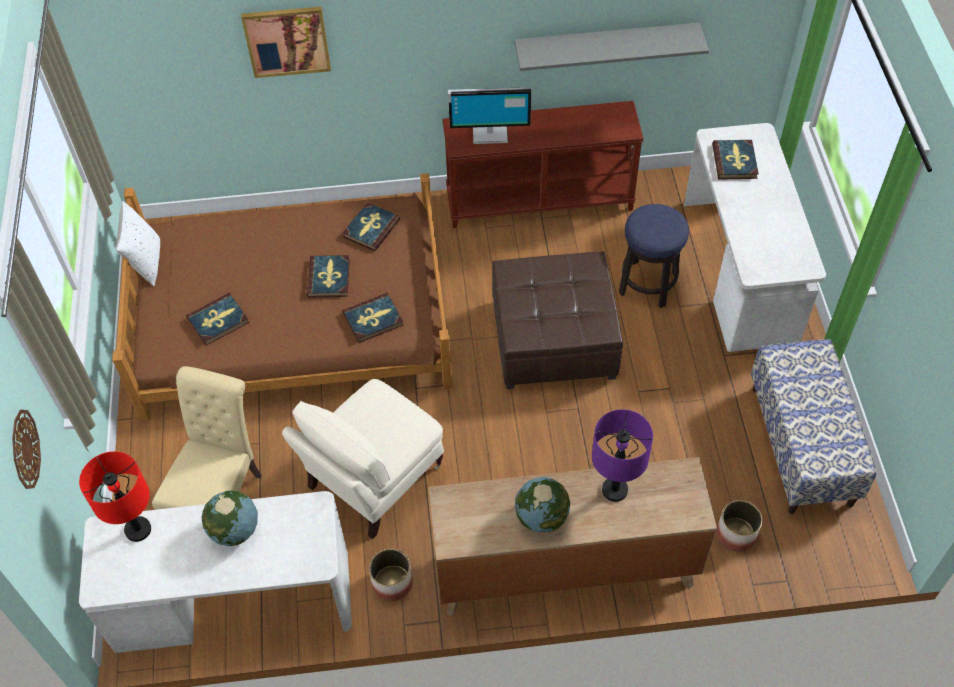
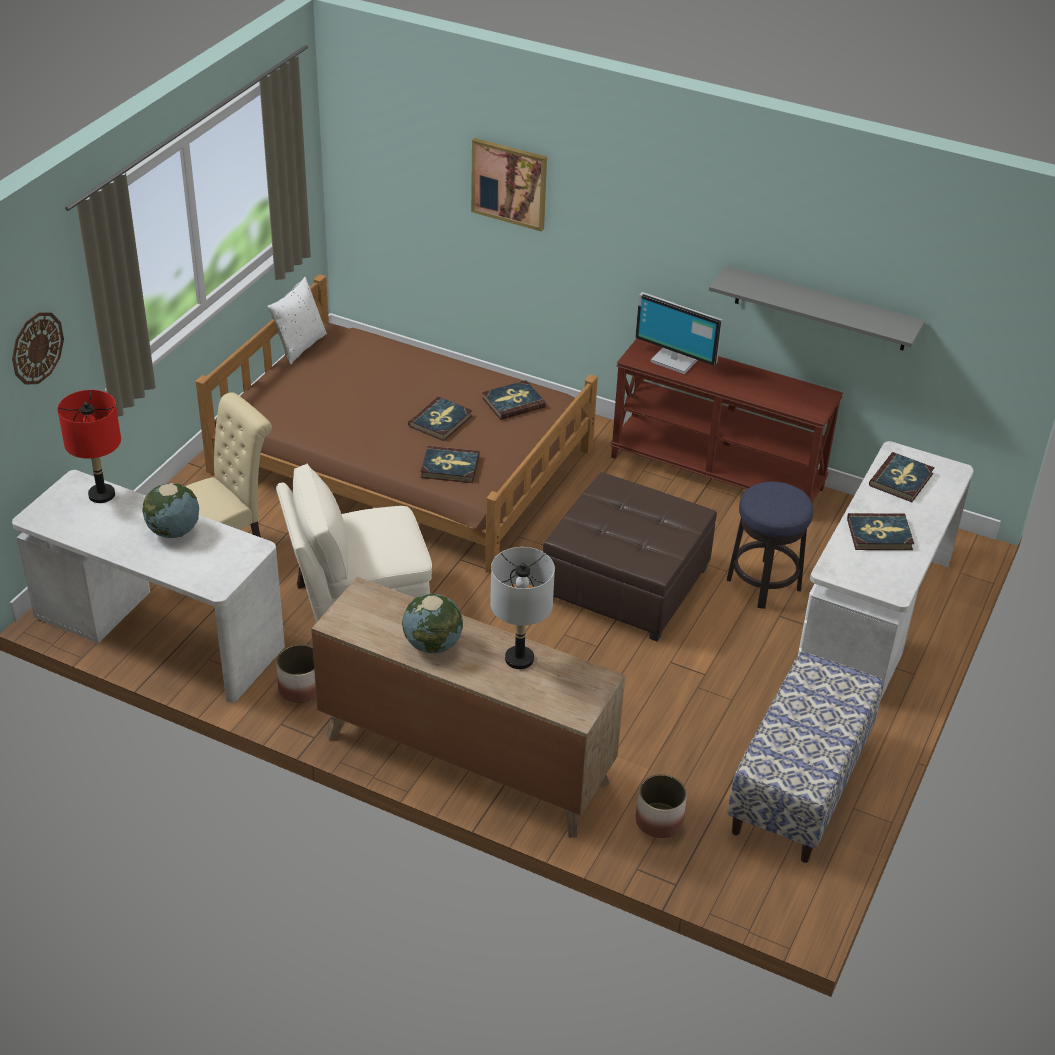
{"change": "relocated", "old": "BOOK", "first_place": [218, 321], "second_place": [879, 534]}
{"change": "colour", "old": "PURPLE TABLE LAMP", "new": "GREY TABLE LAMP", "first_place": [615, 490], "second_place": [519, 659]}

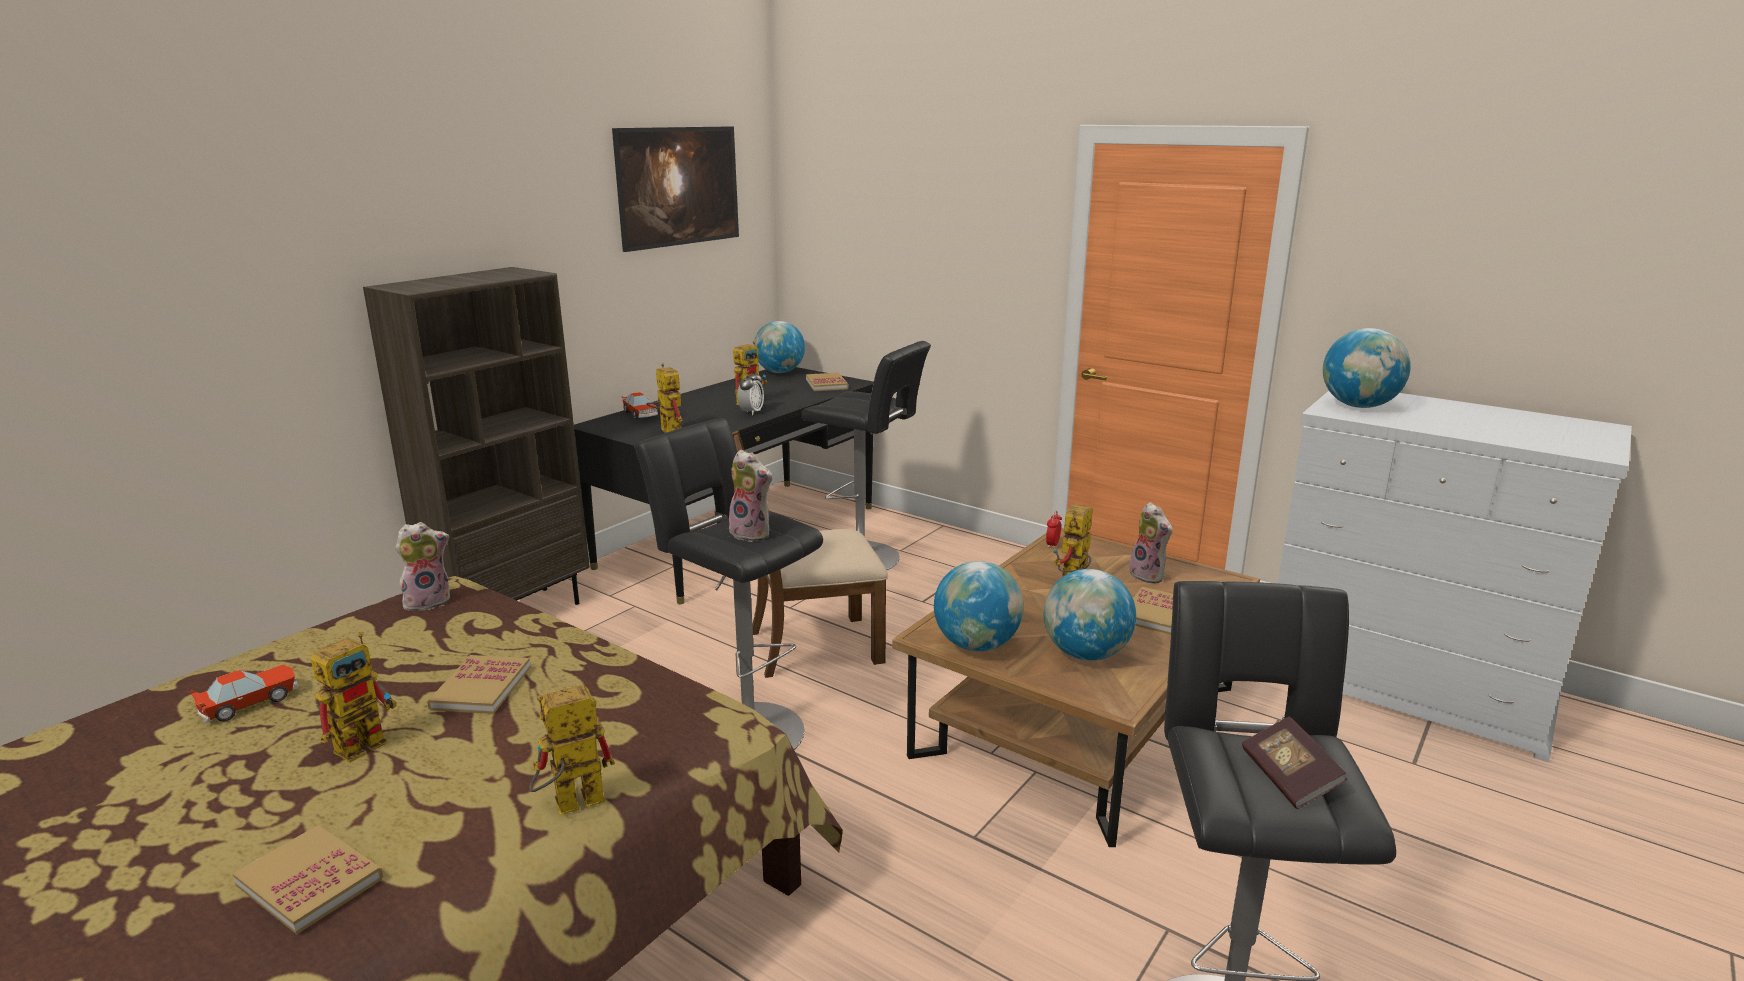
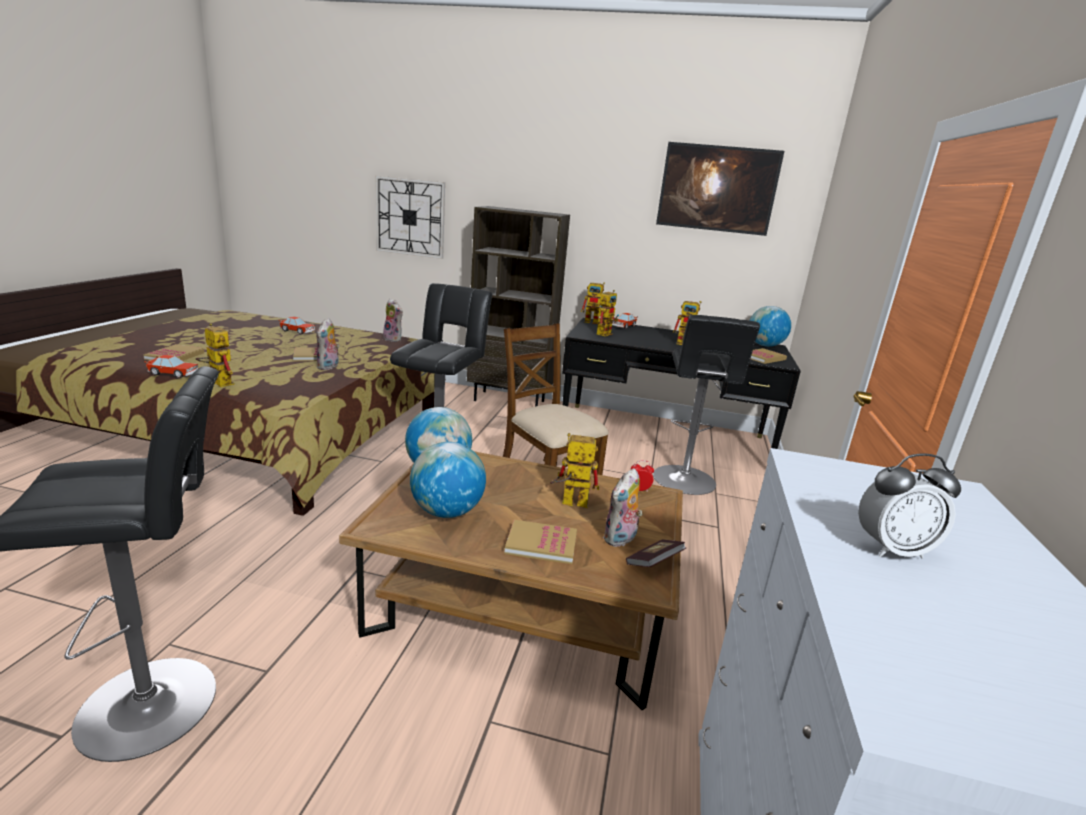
{"change": "missing", "old": "GLOBE", "first_place": [1359, 406]}
{"change": "appeared", "new": "TOY CAR", "second_place": [174, 374]}
{"change": "appeared", "new": "WALL CLOCK", "second_place": [410, 217]}
{"change": "relocated", "old": "TOY ROBOT", "first_place": [368, 740], "second_place": [595, 322]}
{"change": "relocated", "old": "PLUSH TOY", "first_place": [753, 533], "second_place": [328, 367]}
{"change": "relocated", "old": "ALARM CLOCK", "first_place": [751, 412], "second_place": [892, 550]}
{"change": "relocated", "old": "BOOK", "first_place": [1289, 778], "second_place": [654, 563]}

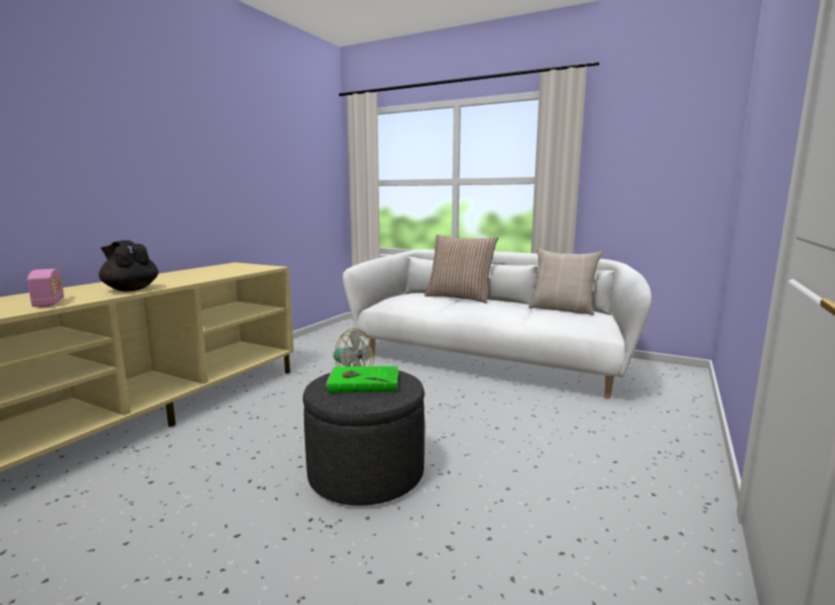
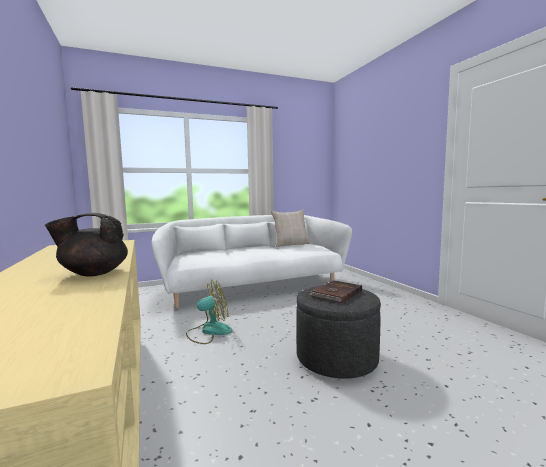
{"change": "missing", "old": "RADIO", "first_place": [49, 303]}
{"change": "missing", "old": "PILLOW", "first_place": [459, 297]}
{"change": "colour", "old": "GREEN BOOK", "new": "BROWN BOOK", "first_place": [363, 382], "second_place": [336, 293]}

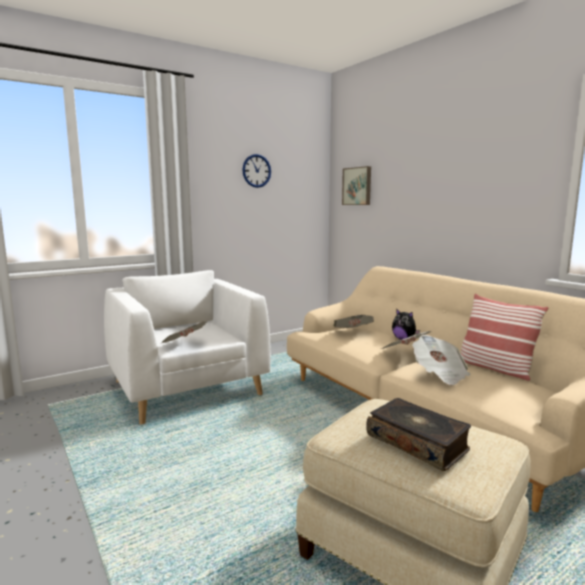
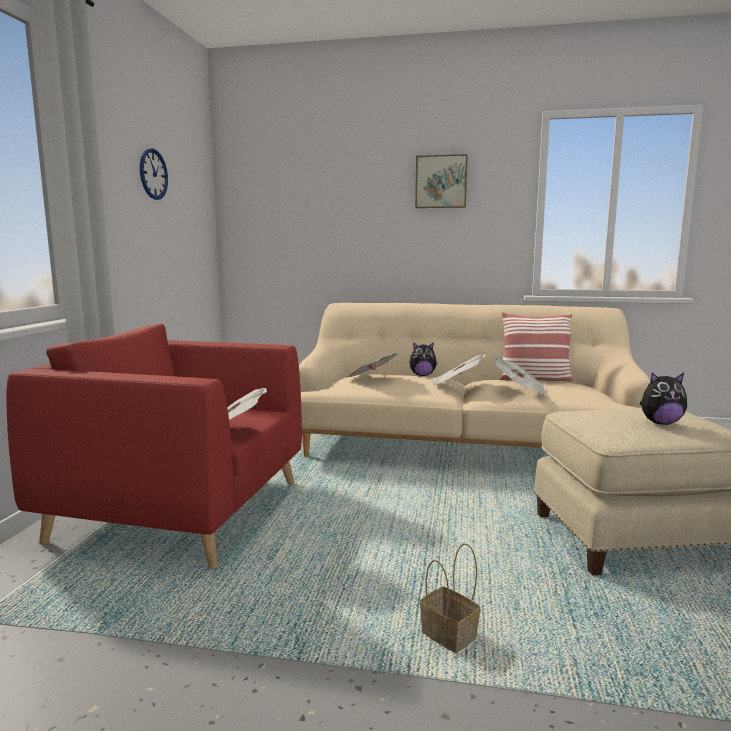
{"change": "appeared", "new": "BASKET", "second_place": [451, 636]}
{"change": "relocated", "old": "PICTURE", "first_place": [357, 186], "second_place": [441, 182]}
{"change": "exchanged", "old": "BOOK", "new": "PLUSH TOY", "first_place": [417, 442], "second_place": [660, 423]}
{"change": "colour", "old": "WHITE ARMCHAIR", "new": "RED ARMCHAIR", "first_place": [186, 387], "second_place": [180, 509]}

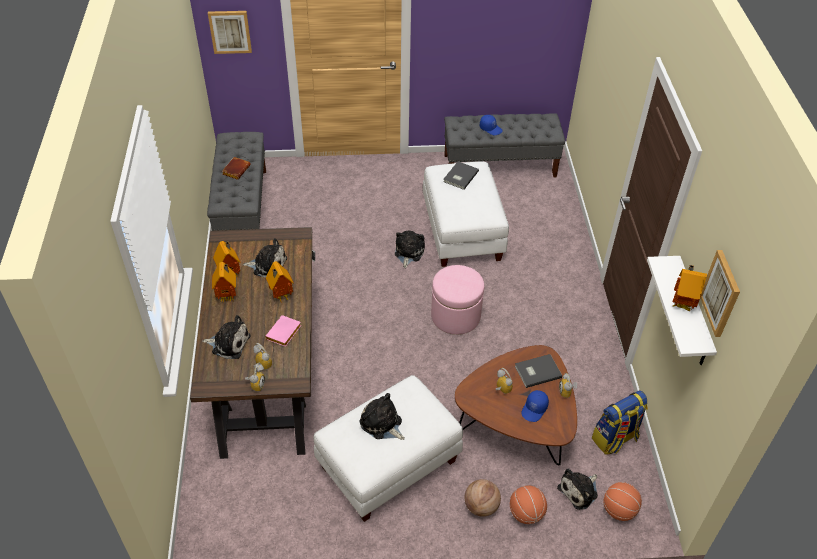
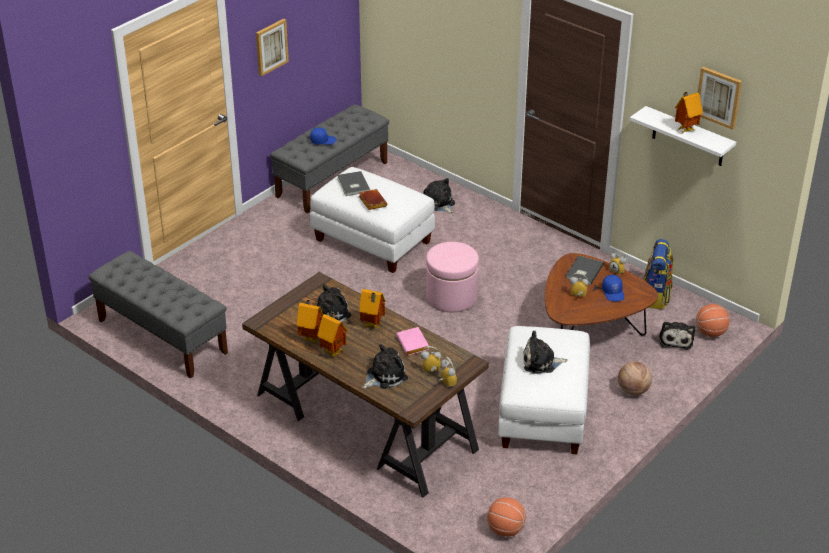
{"change": "relocated", "old": "PICTURE", "first_place": [230, 31], "second_place": [271, 46]}
{"change": "relocated", "old": "BROWN BOOK", "first_place": [236, 169], "second_place": [371, 202]}
{"change": "relocated", "old": "PLUSH TOY", "first_place": [408, 252], "second_place": [439, 203]}
{"change": "relocated", "old": "BASKETBALL", "first_place": [526, 513], "second_place": [505, 530]}

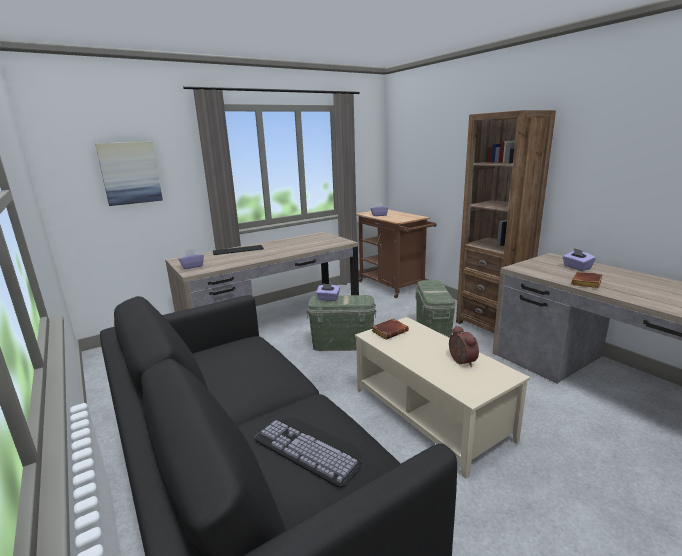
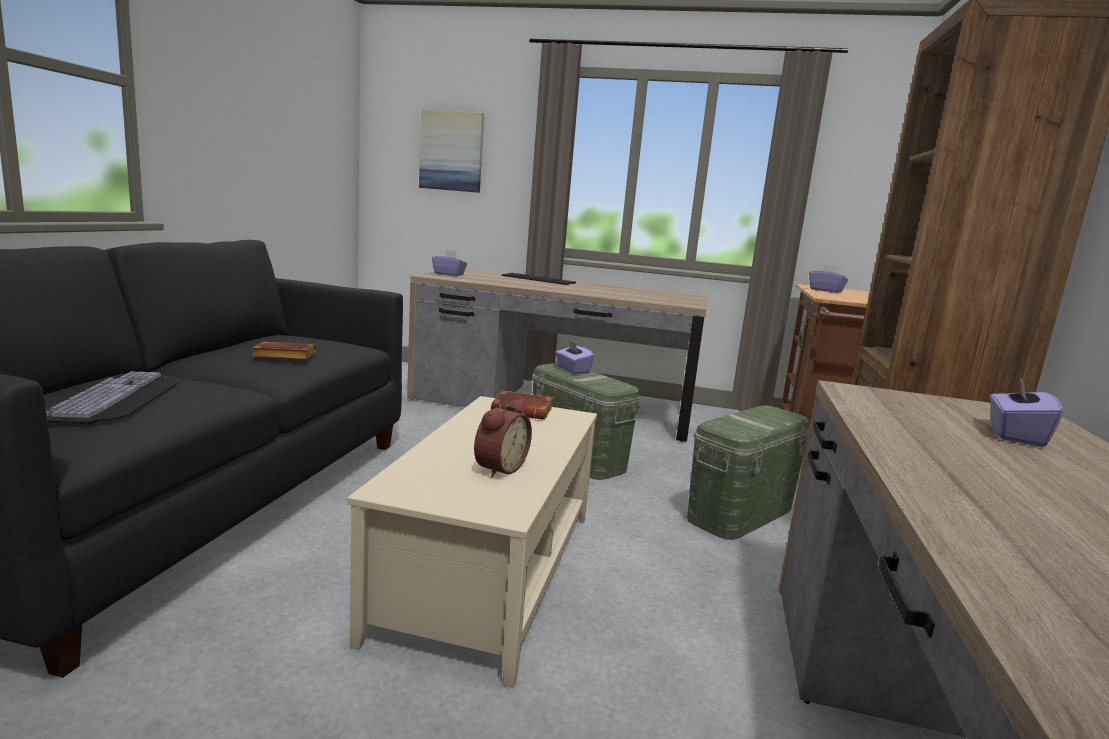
{"change": "relocated", "old": "BROWN BOOK", "first_place": [587, 283], "second_place": [282, 357]}

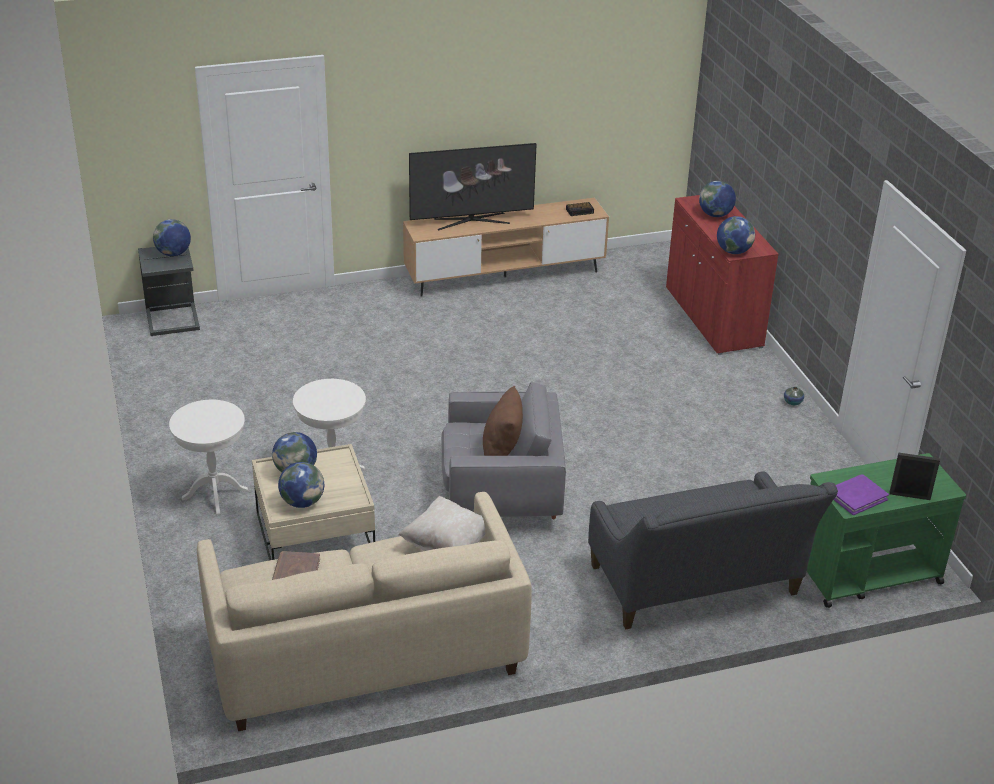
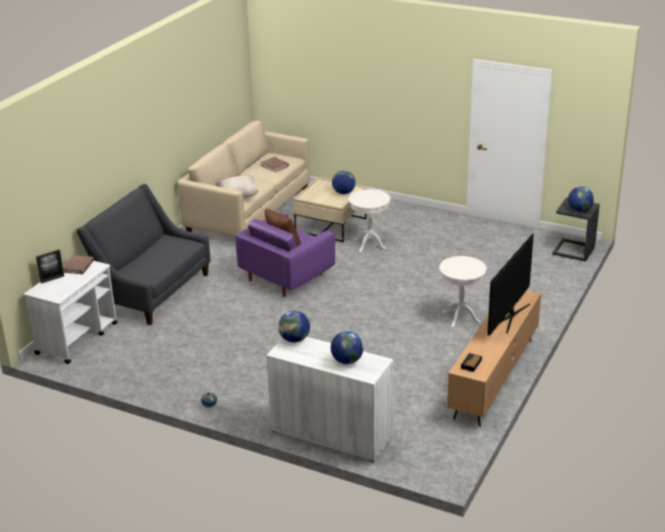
{"change": "missing", "old": "GLOBE", "first_place": [302, 502]}
{"change": "relocated", "old": "WHITE SIDE TABLE", "first_place": [215, 494], "second_place": [460, 317]}
{"change": "colour", "old": "GREY ARMCHAIR", "new": "PURPLE ARMCHAIR", "first_place": [501, 493], "second_place": [288, 276]}
{"change": "colour", "old": "RED CABINET", "new": "WHITE CABINET", "first_place": [713, 317], "second_place": [331, 433]}
{"change": "colour", "old": "GREEN CART", "new": "WHITE CART", "first_place": [867, 574], "second_place": [77, 338]}
{"change": "colour", "old": "PURPLE BOOK", "new": "BROWN BOOK", "first_place": [856, 496], "second_place": [78, 266]}

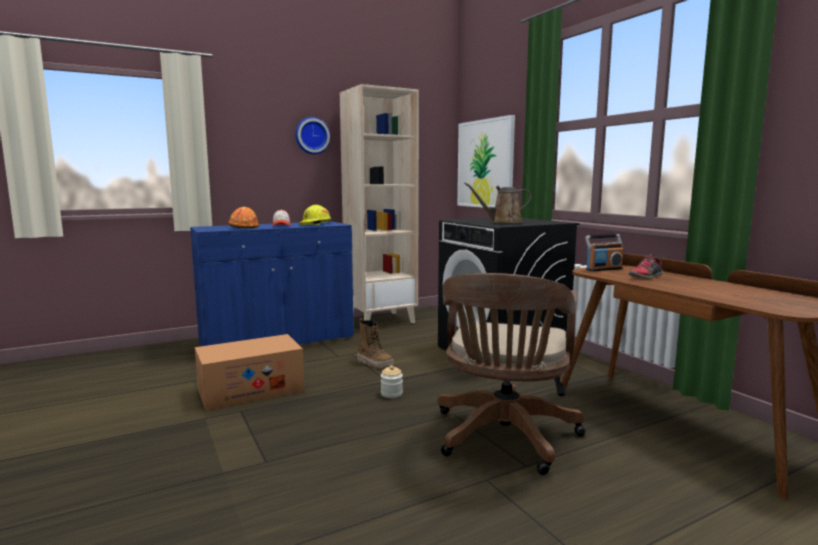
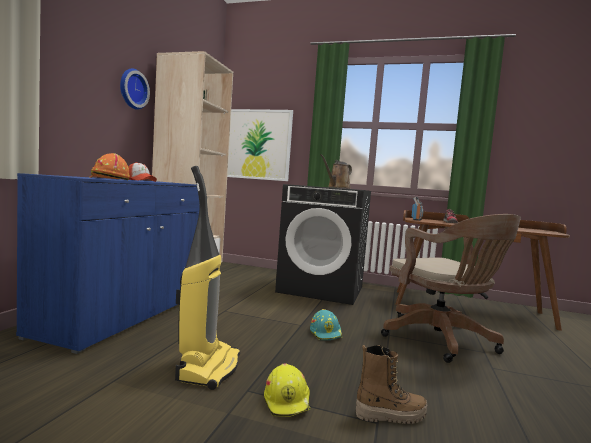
{"change": "relocated", "old": "YELLOW HARD HAT", "first_place": [316, 224], "second_place": [287, 401]}
{"change": "relocated", "old": "BOOT", "first_place": [375, 364], "second_place": [390, 415]}
{"change": "exchanged", "old": "CARDBOARD BOX", "new": "VACUUM CLEANER", "first_place": [250, 390], "second_place": [208, 367]}
{"change": "exchanged", "old": "JAR", "new": "TURQUOISE HARD HAT", "first_place": [391, 394], "second_place": [326, 333]}

